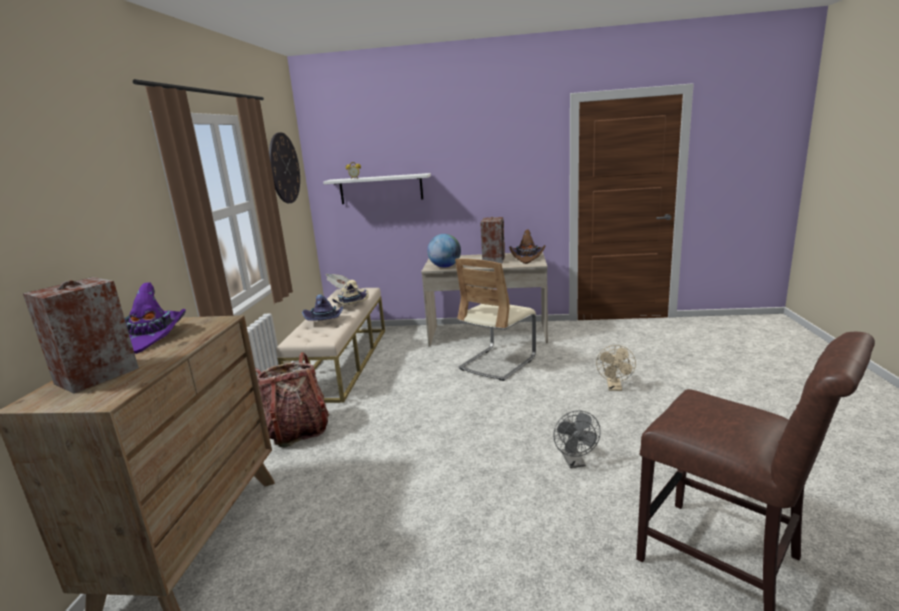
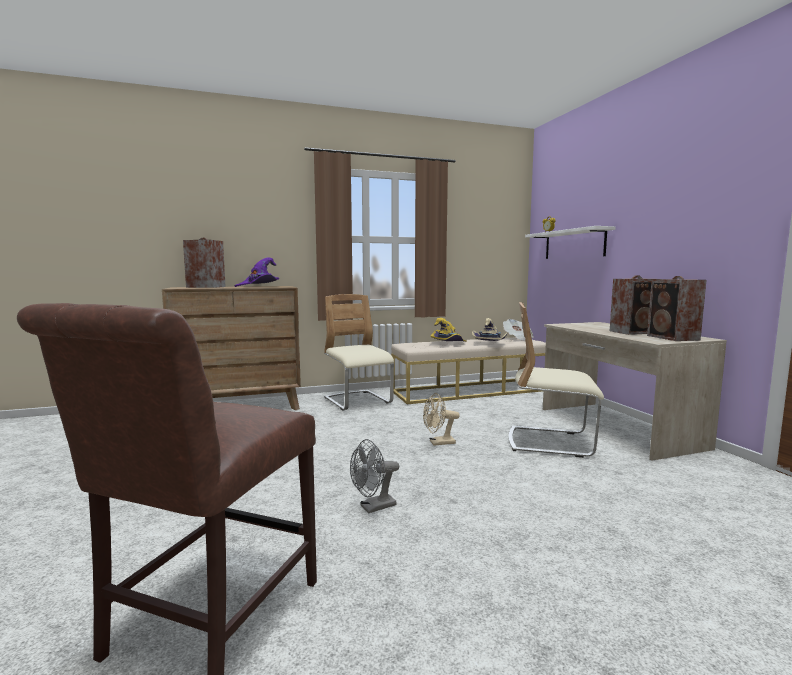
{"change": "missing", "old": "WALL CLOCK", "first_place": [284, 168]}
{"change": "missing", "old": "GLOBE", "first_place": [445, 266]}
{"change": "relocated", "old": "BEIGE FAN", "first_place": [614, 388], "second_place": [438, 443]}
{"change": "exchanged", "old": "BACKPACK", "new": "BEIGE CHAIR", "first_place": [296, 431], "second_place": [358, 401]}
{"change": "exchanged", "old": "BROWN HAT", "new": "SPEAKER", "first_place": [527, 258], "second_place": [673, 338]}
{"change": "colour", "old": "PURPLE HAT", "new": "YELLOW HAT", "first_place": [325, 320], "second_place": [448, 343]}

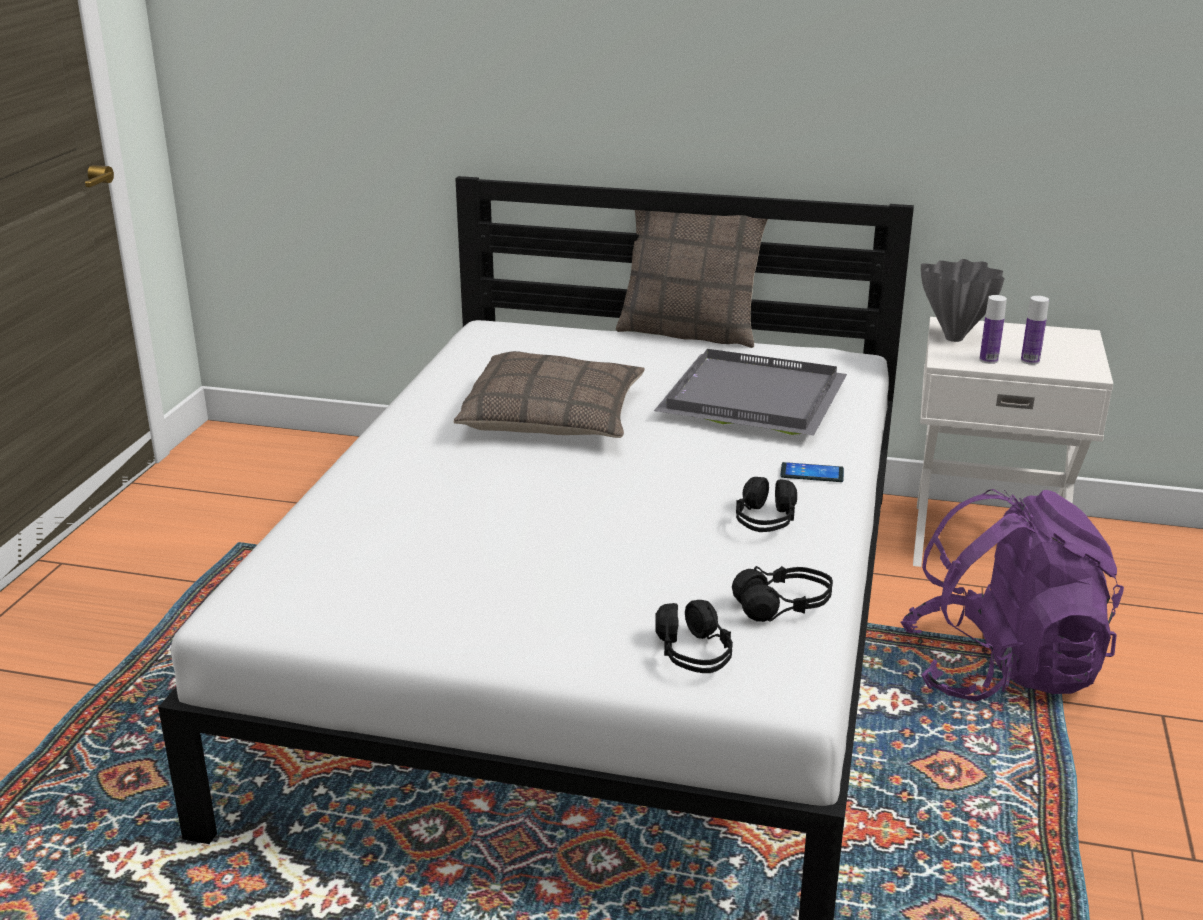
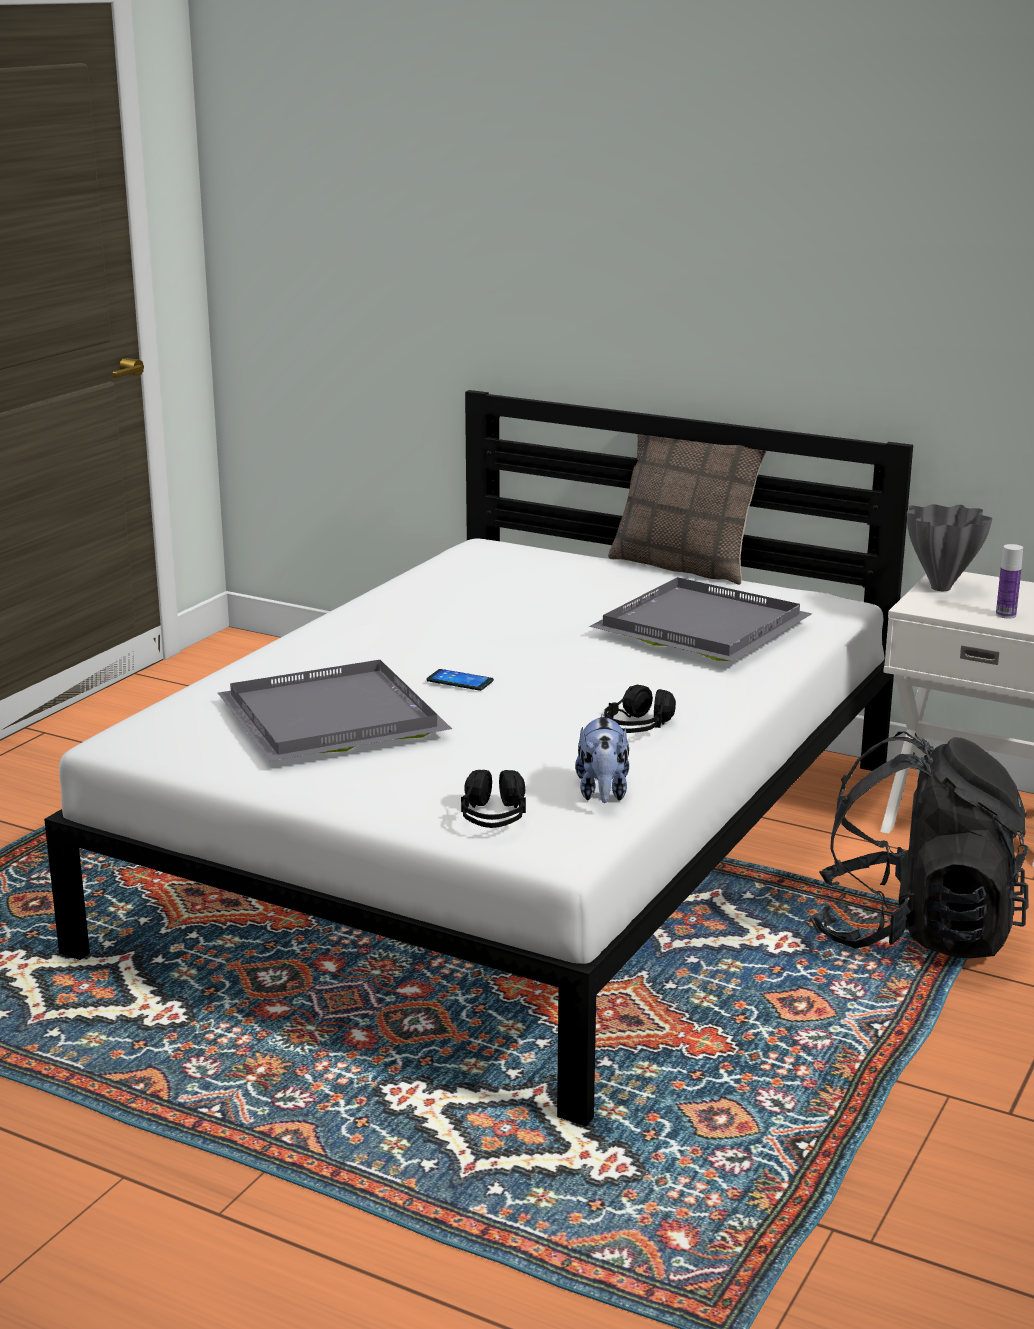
{"change": "missing", "old": "PILLOW", "first_place": [553, 417]}
{"change": "missing", "old": "BOTTLE", "first_place": [988, 360]}
{"change": "appeared", "new": "GREY TRAY", "second_place": [337, 719]}
{"change": "relocated", "old": "PHONE", "first_place": [812, 473], "second_place": [460, 681]}
{"change": "exchanged", "old": "BLACK HEADPHONES", "new": "PLUSH TOY", "first_place": [783, 606], "second_place": [602, 793]}
{"change": "colour", "old": "PURPLE BACKPACK", "new": "BLACK BACKPACK", "first_place": [1002, 670], "second_place": [915, 933]}

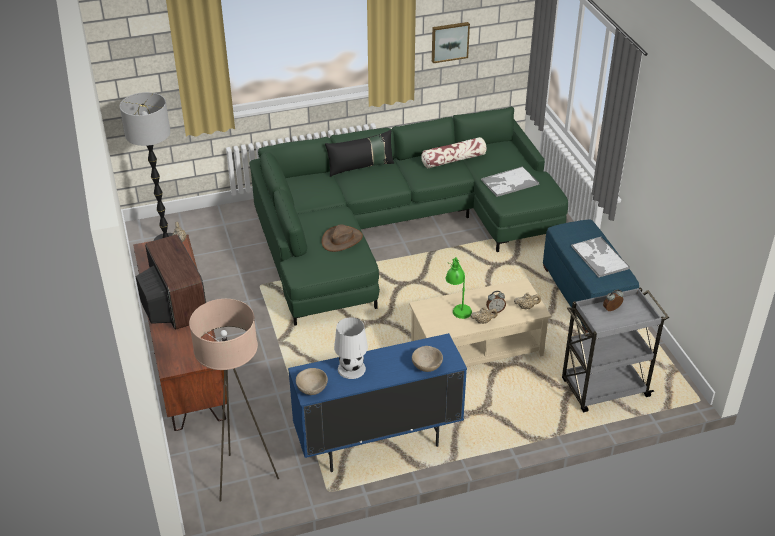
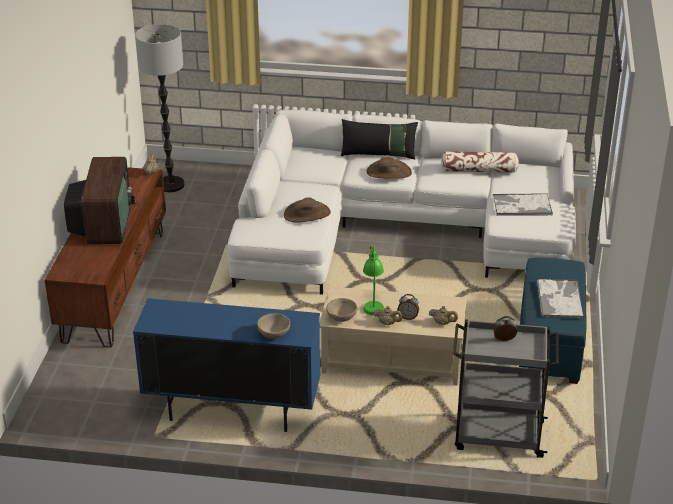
{"change": "missing", "old": "BEIGE FLOOR LAMP", "first_place": [243, 478]}
{"change": "missing", "old": "WHITE TABLE LAMP", "first_place": [351, 368]}
{"change": "missing", "old": "PICTURE", "first_place": [449, 41]}
{"change": "appeared", "new": "BROWN HAT", "second_place": [389, 172]}
{"change": "relocated", "old": "BEIGE BOWL", "first_place": [312, 388], "second_place": [341, 317]}
{"change": "colour", "old": "GREEN SOFA", "new": "WHITE SOFA", "first_place": [396, 227], "second_place": [398, 228]}

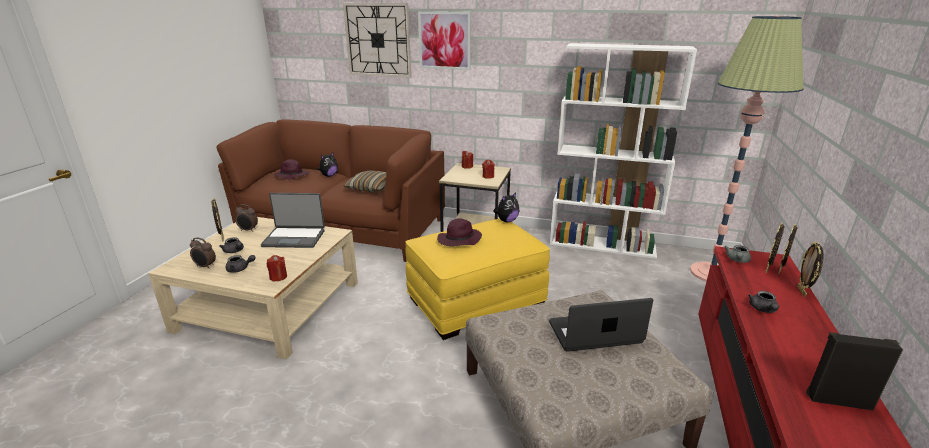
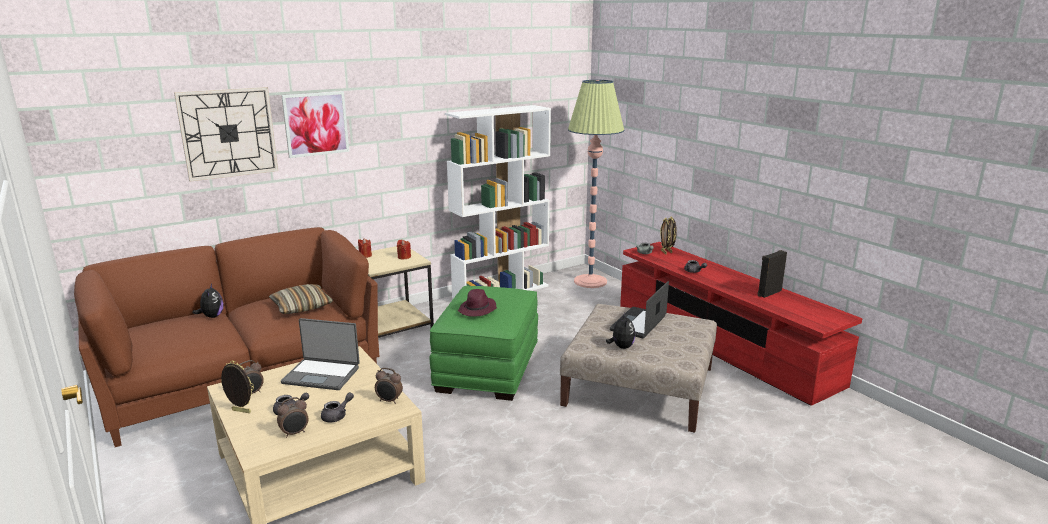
{"change": "missing", "old": "PURPLE HAT", "first_place": [291, 176]}
{"change": "missing", "old": "PICTURE FRAME", "first_place": [802, 291]}
{"change": "relocated", "old": "PLUSH TOY", "first_place": [506, 221], "second_place": [621, 347]}
{"change": "exchanged", "old": "RED CANDLE", "new": "ALARM CLOCK", "first_place": [278, 277], "second_place": [389, 401]}
{"change": "colour", "old": "YELLOW OTTOMAN", "new": "GREEN OTTOMAN", "first_place": [476, 302], "second_place": [487, 368]}
{"change": "spun", "old": "LAPTOP", "first_place": [294, 238], "second_place": [322, 375], "degrees": 60}

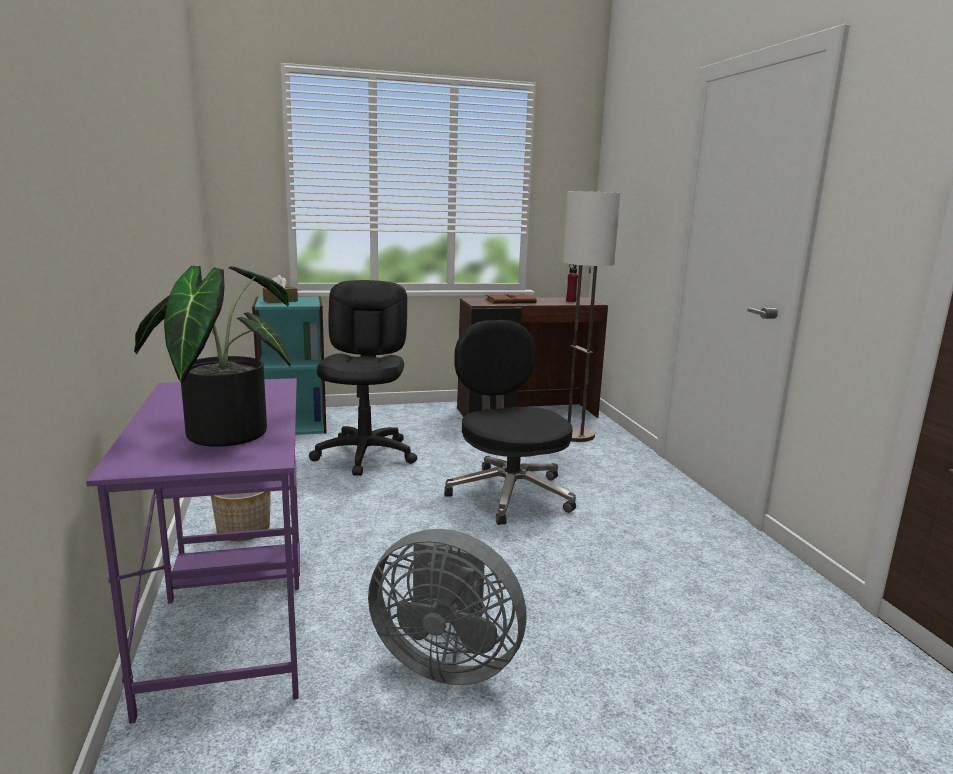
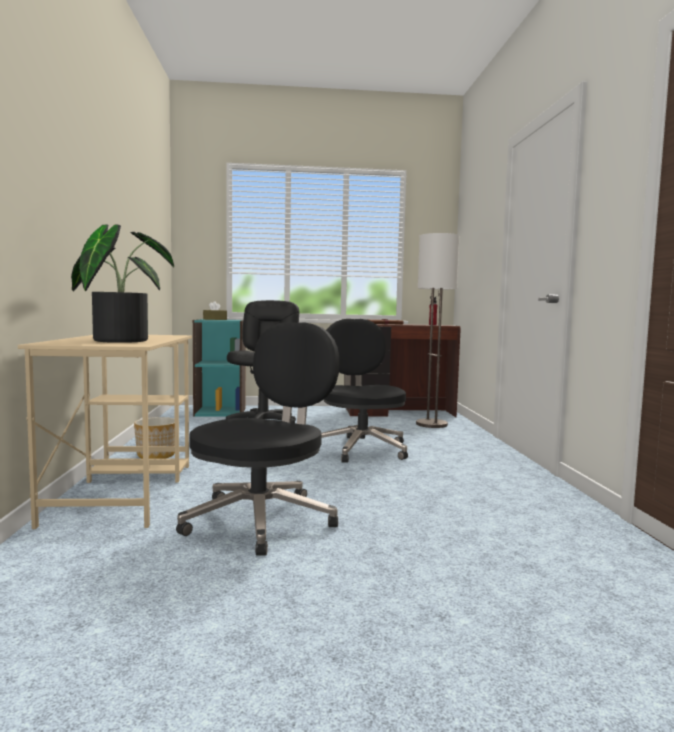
{"change": "exchanged", "old": "GREY FAN", "new": "BLACK OFFICE CHAIR", "first_place": [446, 661], "second_place": [262, 519]}
{"change": "colour", "old": "PURPLE DESK", "new": "BEIGE DESK", "first_place": [231, 619], "second_place": [124, 492]}

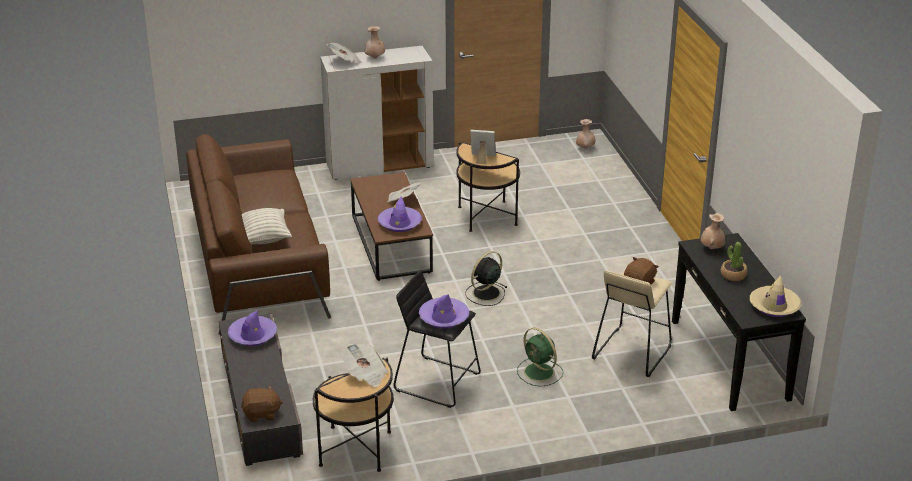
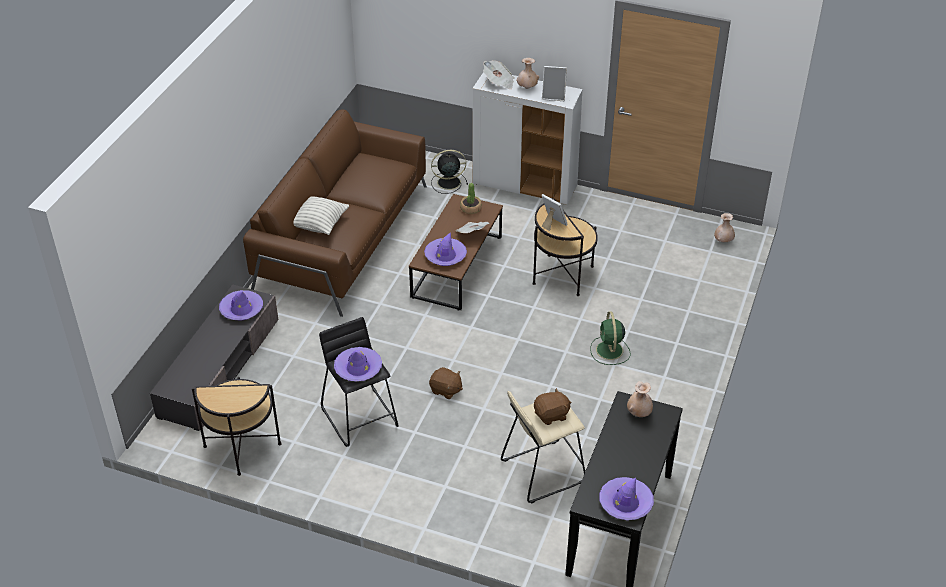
{"change": "missing", "old": "NEWSPAPER", "first_place": [366, 374]}
{"change": "appeared", "new": "PICTURE FRAME", "second_place": [554, 96]}
{"change": "relocated", "old": "BROWN PLUSH TOY", "first_place": [261, 414], "second_place": [446, 390]}
{"change": "relocated", "old": "BLACK FAN", "first_place": [485, 293], "second_place": [447, 182]}
{"change": "relocated", "old": "GREEN FAN", "first_place": [540, 372], "second_place": [609, 351]}
{"change": "relocated", "old": "POTTED PLANT", "first_place": [733, 275], "second_place": [470, 208]}
{"change": "colour", "old": "BEIGE HAT", "new": "PURPLE HAT", "first_place": [774, 306], "second_place": [625, 503]}

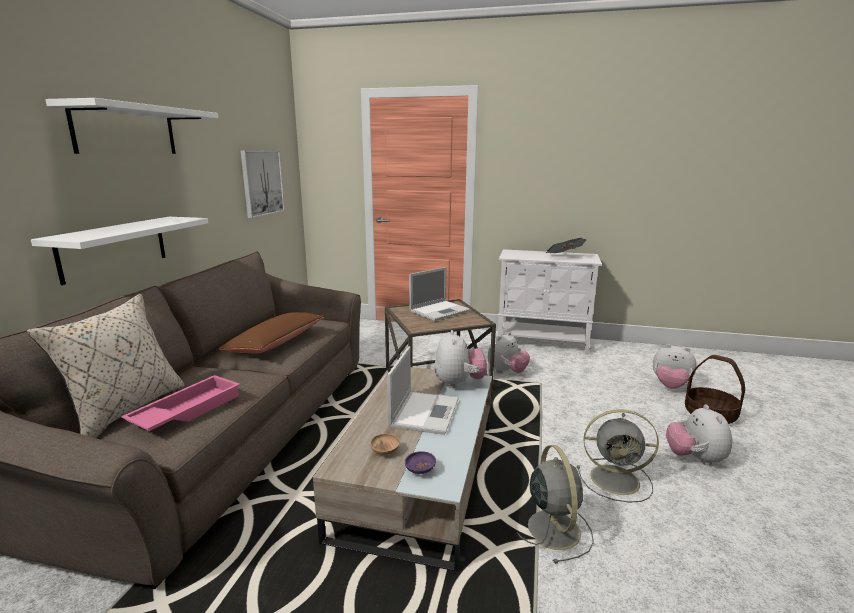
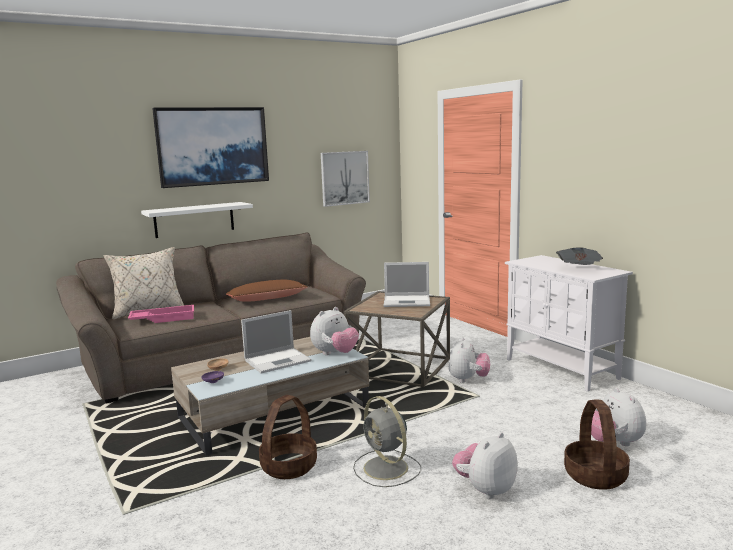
{"change": "exchanged", "old": "WHITE SHELF", "new": "PICTURE", "first_place": [126, 130], "second_place": [212, 146]}
{"change": "exchanged", "old": "GREY FAN", "new": "BASKET", "first_place": [551, 527], "second_place": [289, 466]}
{"change": "spun", "old": "PLUSH TOY", "first_place": [506, 372], "second_place": [468, 379], "degrees": -75}

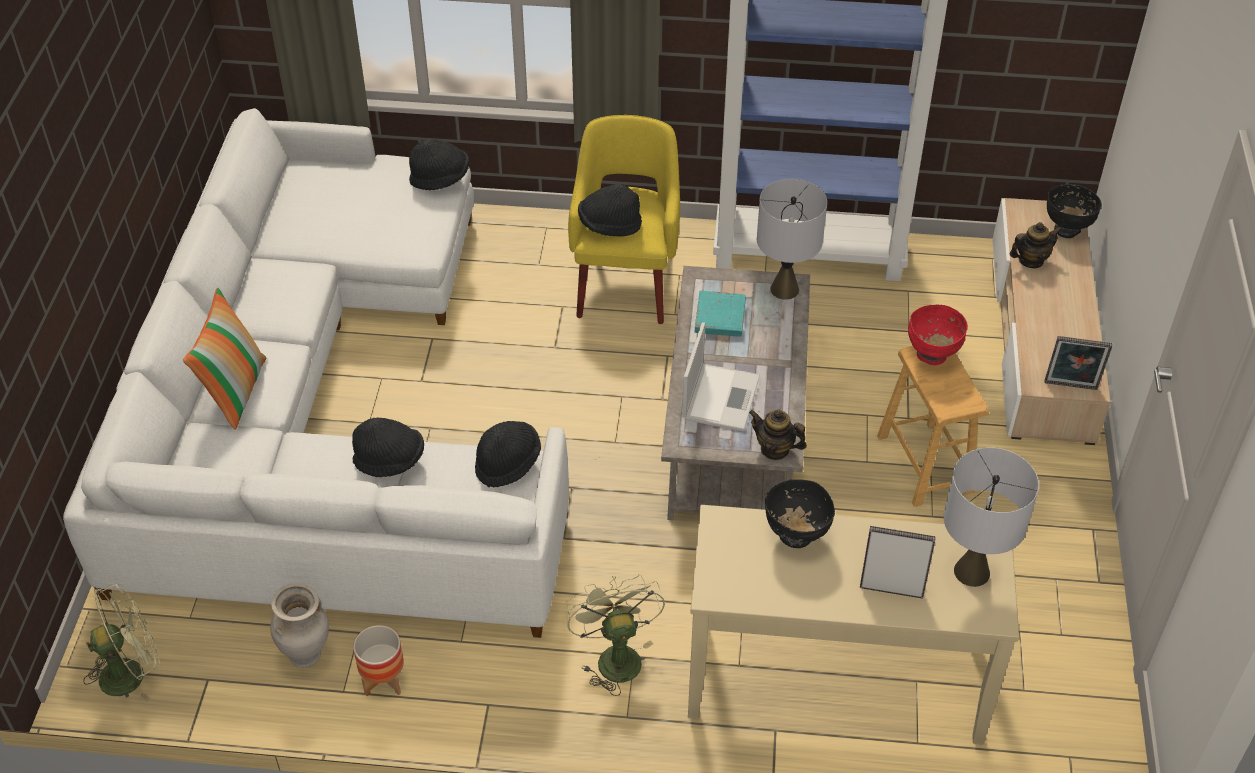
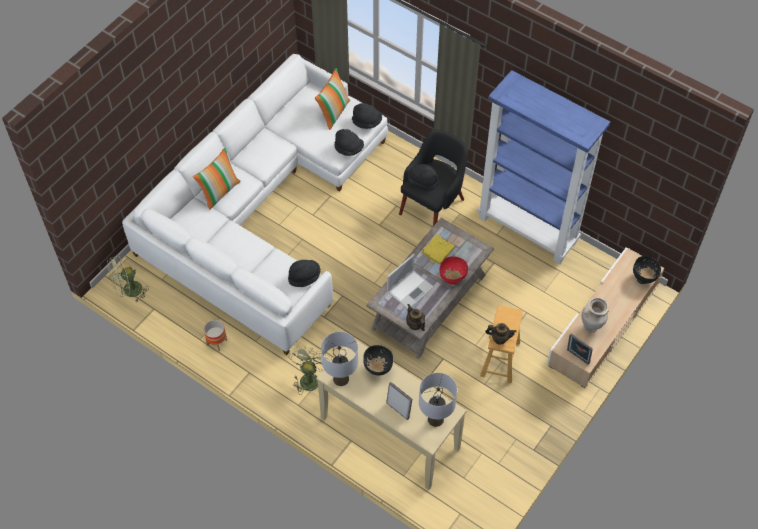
{"change": "appeared", "new": "PILLOW", "second_place": [333, 112]}
{"change": "relocated", "old": "BEIGE VASE", "first_place": [306, 656], "second_place": [591, 327]}
{"change": "relocated", "old": "BLACK HAT", "first_place": [390, 461], "second_place": [349, 148]}
{"change": "relocated", "old": "GREY TABLE LAMP", "first_place": [784, 289], "second_place": [341, 378]}
{"change": "relocated", "old": "RED BOWL", "first_place": [932, 355], "second_place": [452, 279]}
{"change": "relocated", "old": "TEAPOT", "first_place": [1030, 260], "second_place": [499, 338]}
{"change": "colour", "old": "YELLOW ARMCHAIR", "new": "BLACK ARMCHAIR", "first_place": [626, 280], "second_place": [433, 205]}
{"change": "colour", "old": "TURQUOISE BOOK", "new": "YELLOW BOOK", "first_place": [720, 317], "second_place": [438, 250]}
{"change": "spun", "old": "GREEN FAN", "first_place": [131, 672], "second_place": [128, 291], "degrees": 150}

